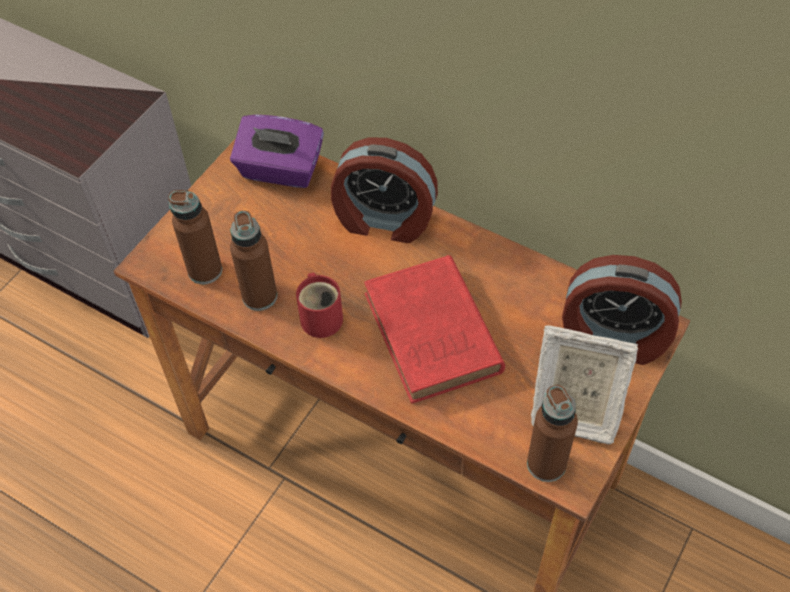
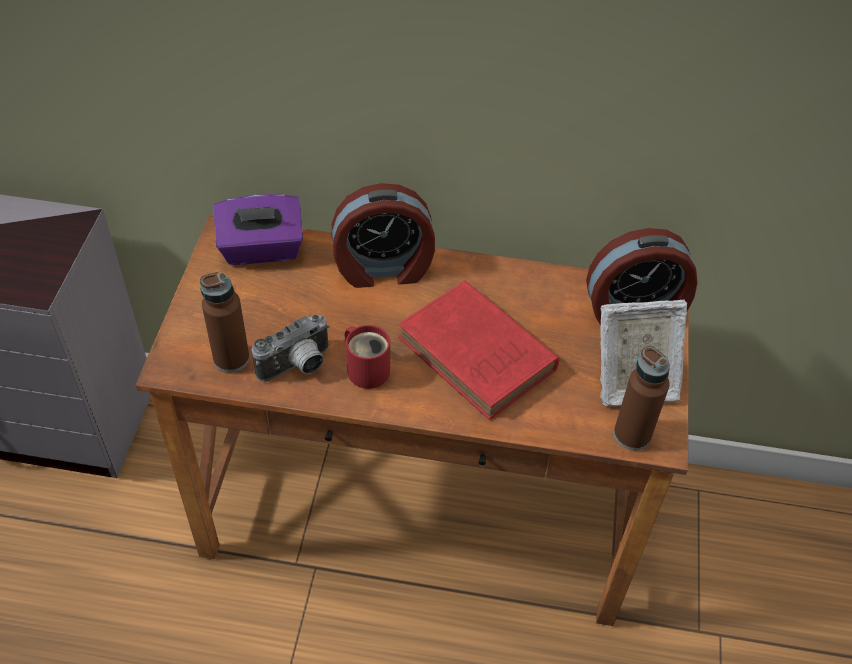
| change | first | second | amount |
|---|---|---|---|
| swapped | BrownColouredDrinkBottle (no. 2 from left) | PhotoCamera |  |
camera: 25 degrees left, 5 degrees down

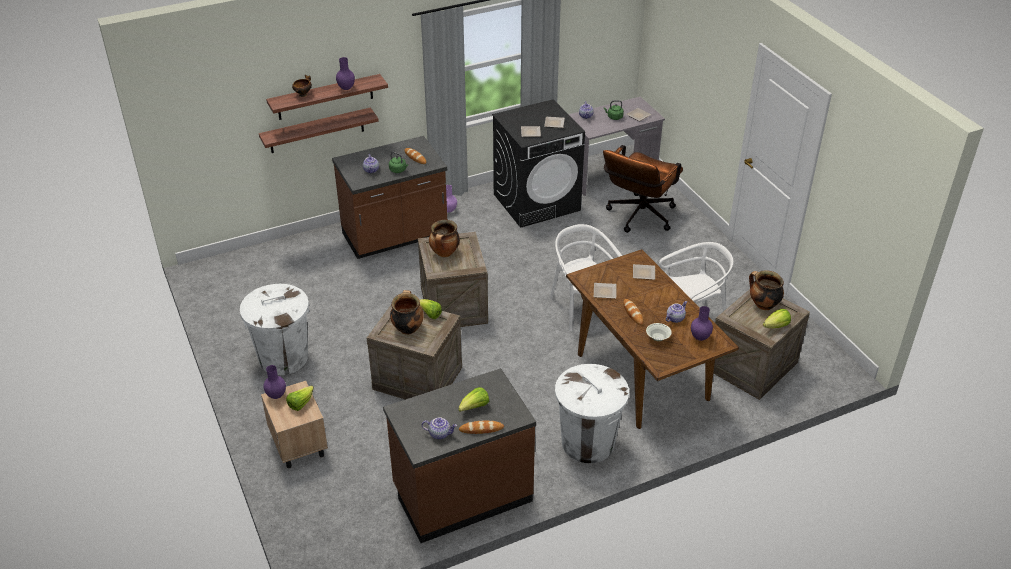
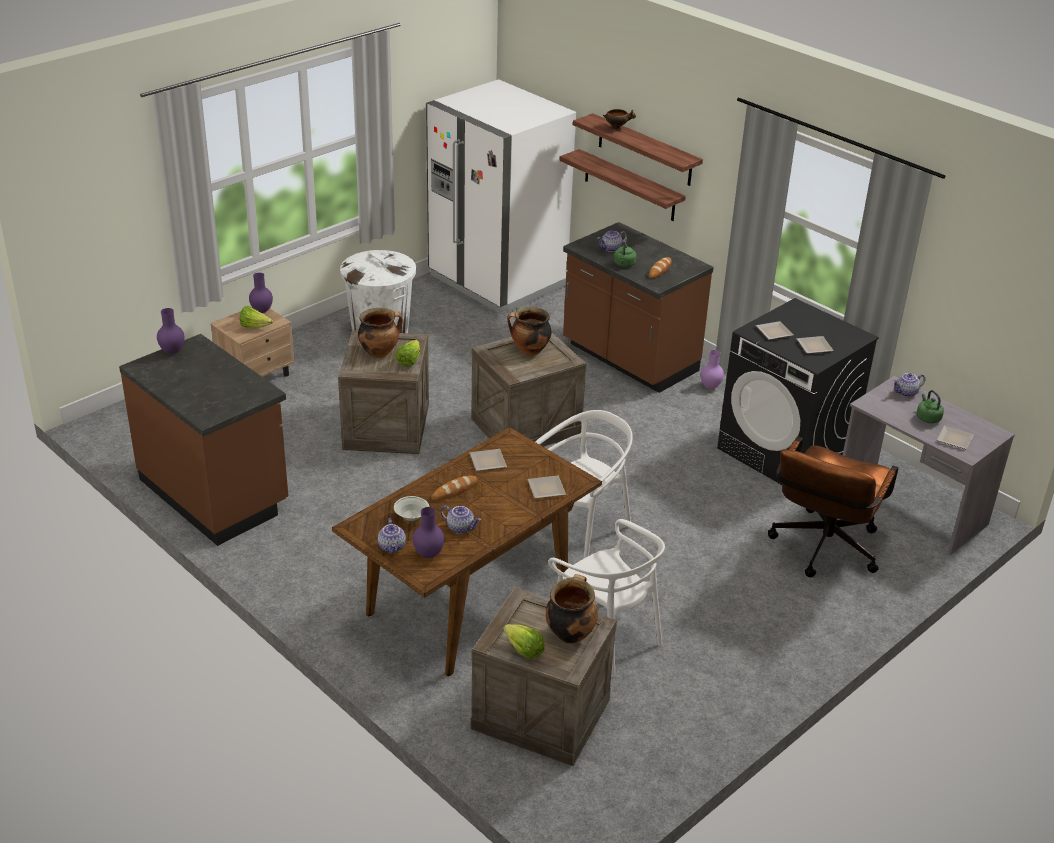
| change | first | second | amount |
|---|---|---|---|
| gone | LettuceHead (no. 3 from left) |  |  |
| gone | BakedBread (no. 2 from left) |  |  |
| gone | WhiteColouredWasteBin (no. 2 from left) |  |  |
| new |  | WhiteColouredFridge |  |
| shifted | PurpleColouredDecorativeVase (no. 2 from left in the first image) | PurpleColouredDecorativeVase (no. 1 from left) |  |
| shifted | TeaPot (no. 2 from left in the first image) | TeaPot (no. 1 from left) |  |
| rotated | BrownColouredDeskChair |  | 75 degrees counterclockwise |
camera: 70 degrees right, 5 degrees down

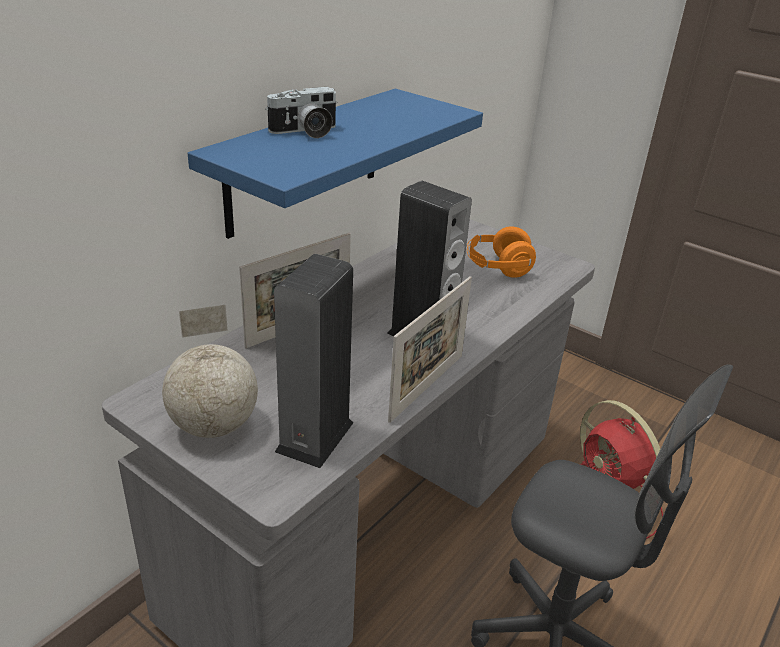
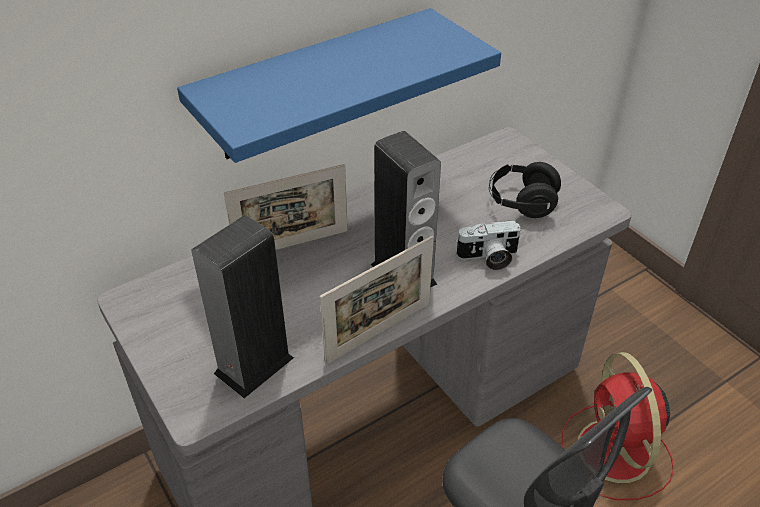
| change | first | second | amount |
|---|---|---|---|
| gone | DeskGlobe |  |  |
| shifted | PhotoCamera |  |  |
| repainted | OrangeHeadset | BlackHeadset |  |
camera: 20 degrees right, 10 degrees up

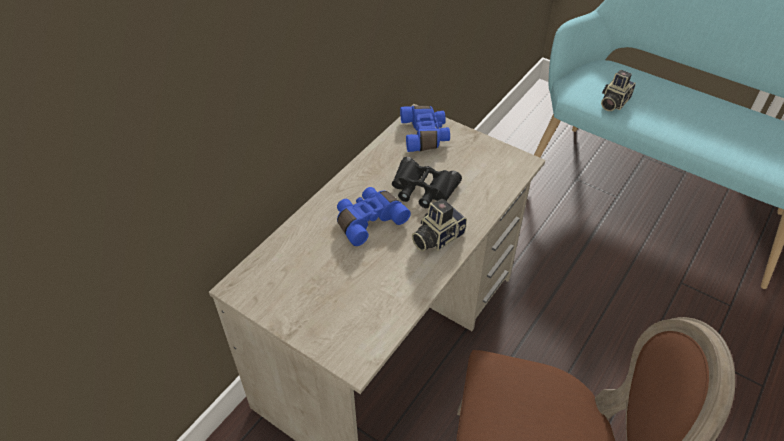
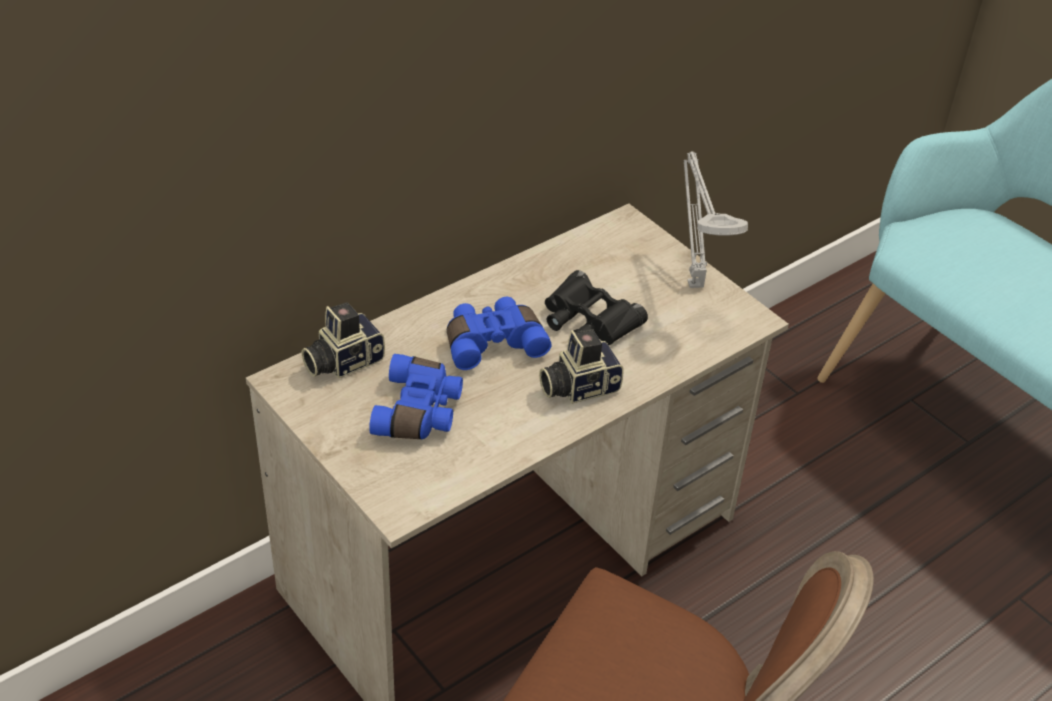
| change | first | second | amount |
|---|---|---|---|
| new |  | GreyLampForATable |  |
| shifted | BlueColouredBinoculars (no. 2 from left in the first image) | BlueColouredBinoculars (no. 1 from left) |  |
| shifted | PhotoCamera (no. 2 from left in the first image) | PhotoCamera (no. 1 from left) |  |
camera: 15 degrees right, 5 degrees down

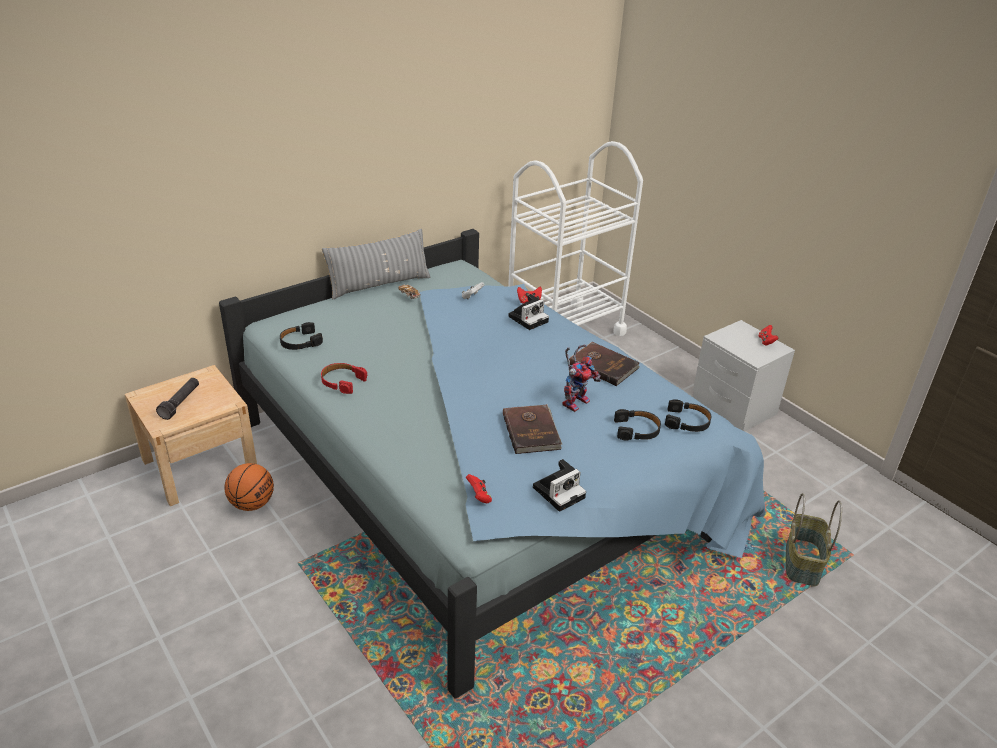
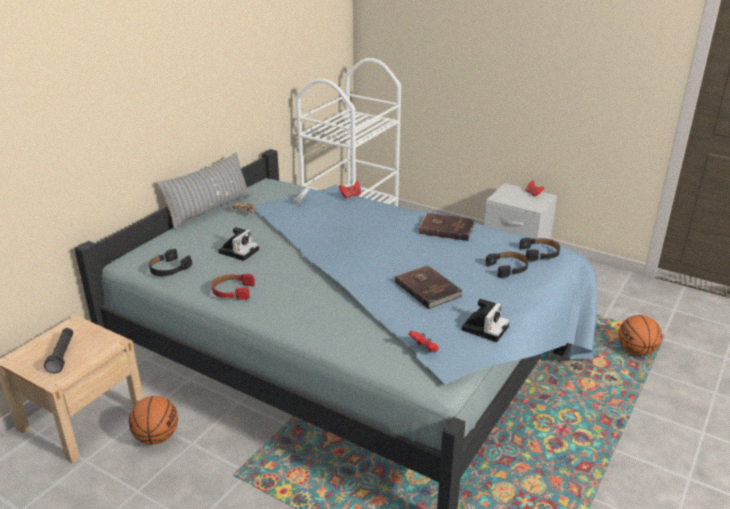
| change | first | second | amount |
|---|---|---|---|
| gone | ModelRobot |  |  |
| shifted | PhotoCamera (no. 1 from left) |  |  |
| swapped | Basket | BallForBasketball (no. 2 from left) |  |
camera: 20 degrees left, 5 degrees down

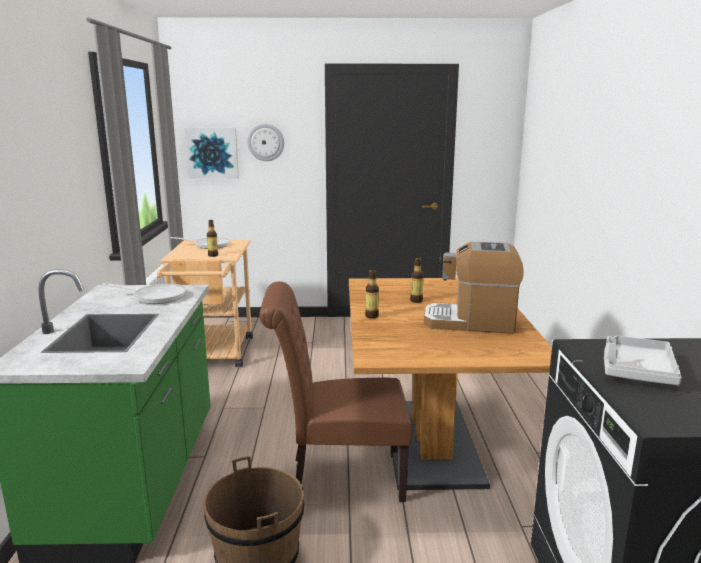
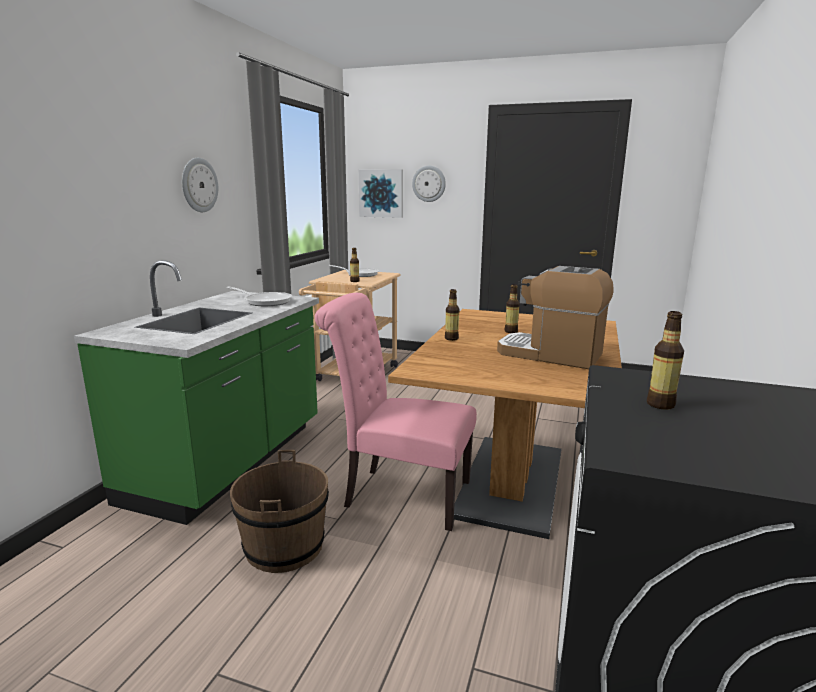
| change | first | second | amount |
|---|---|---|---|
| new |  | ClockOnTheWall (no. 1 from left) |  |
| swapped | GreyCarryingTray | DrinkBottle (no. 4 from left) |  |
| repainted | BrownColouredPlainChair | PinkishPlainChair |  |
camera: 20 degrees right, 0 degrees up

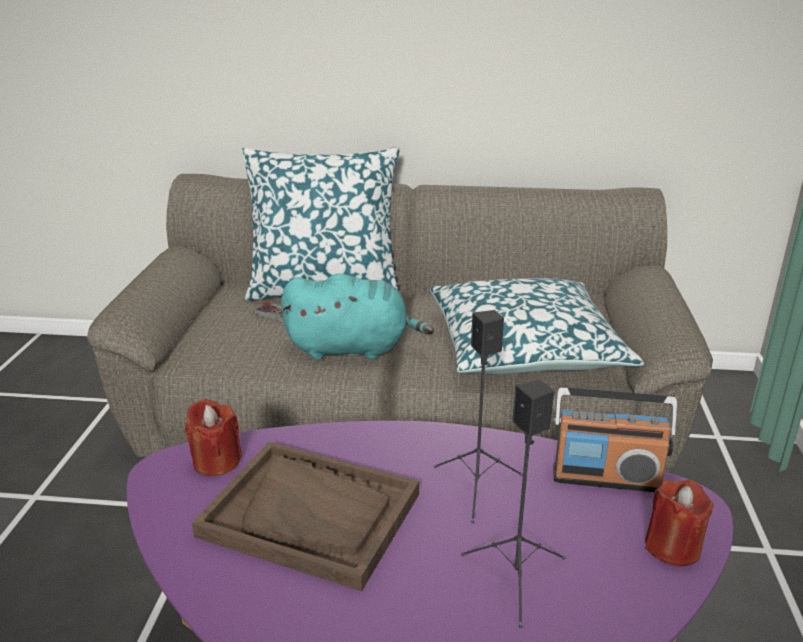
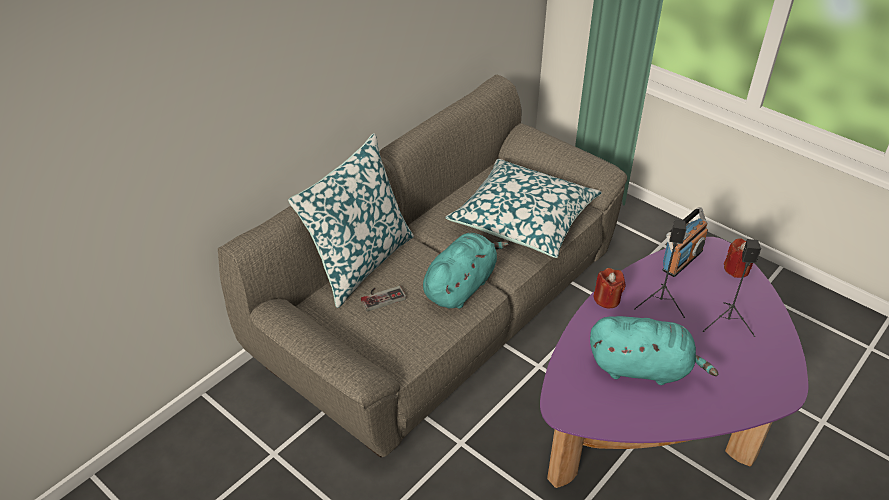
| change | first | second | amount |
|---|---|---|---|
| shifted | ReddishWaxCandle (no. 1 from left) |  |  |
| swapped | BrownColouredCarryingTray | TurquoiseColouredSoftToy (no. 2 from left) |  |
camera: 55 degrees left, 15 degrees up

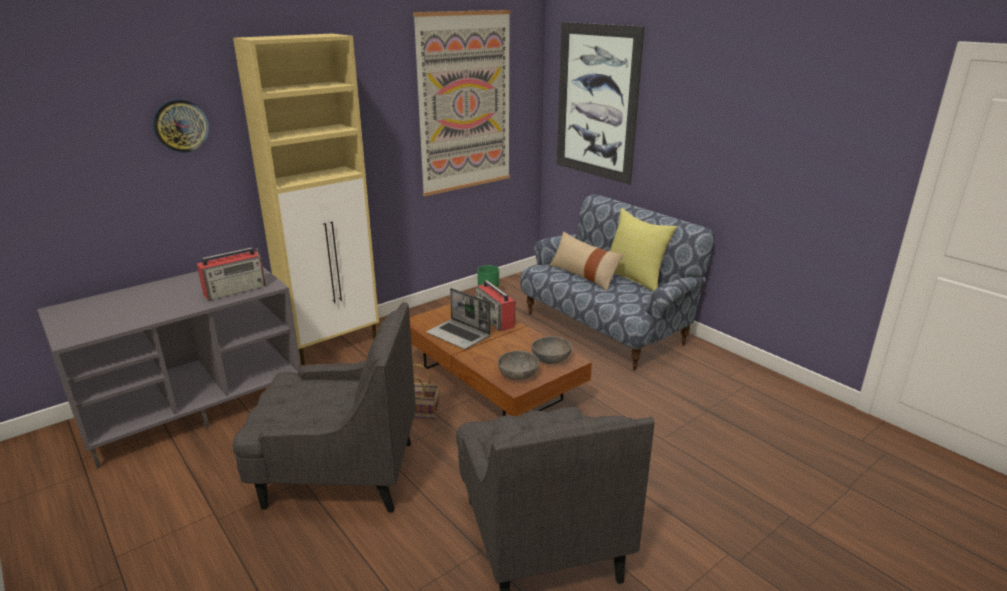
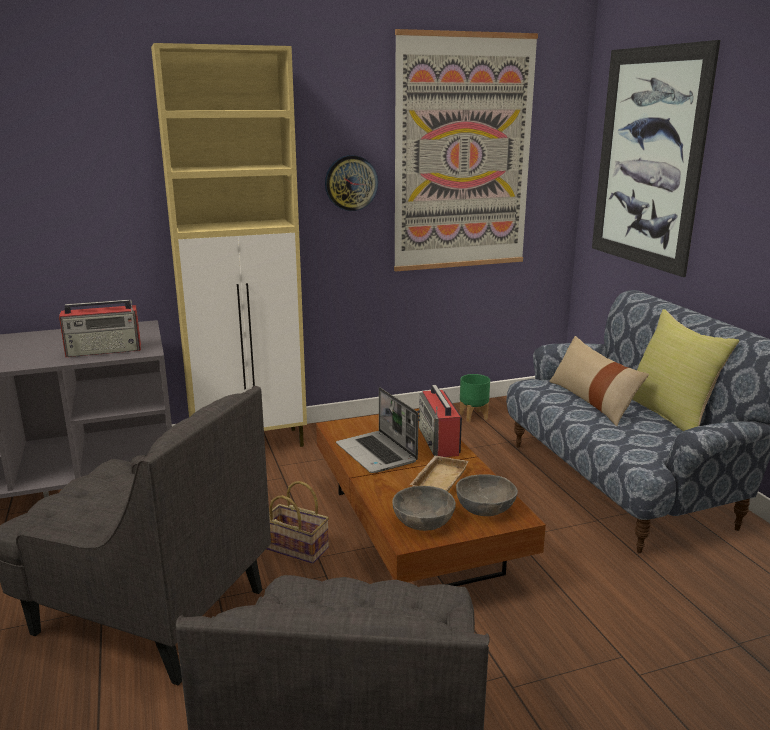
| change | first | second | amount |
|---|---|---|---|
| new |  | BeigeColouredCarryingTray |  |
| shifted | ClockOnTheWall |  |  |
camera: 20 degrees right, 5 degrees down

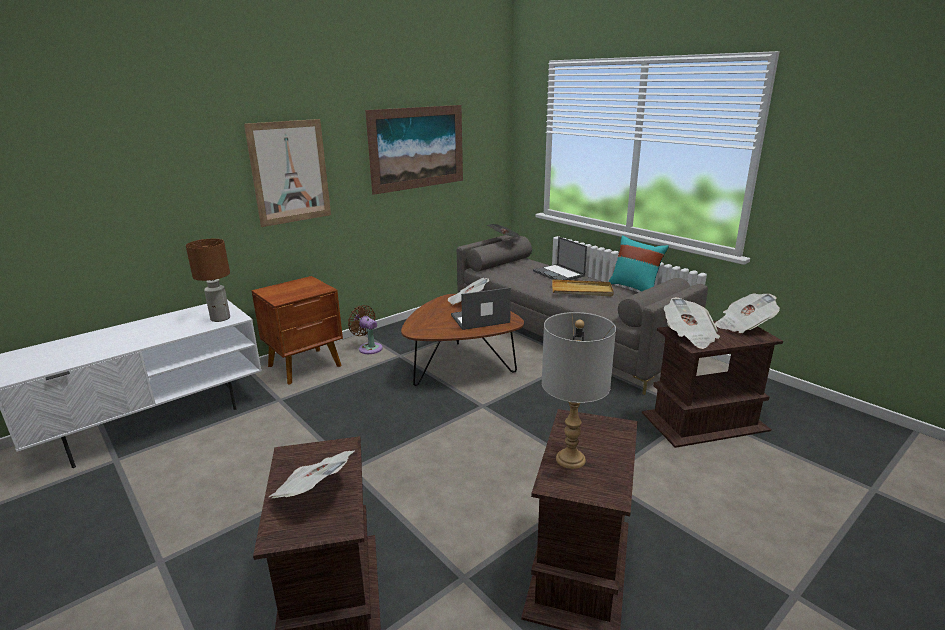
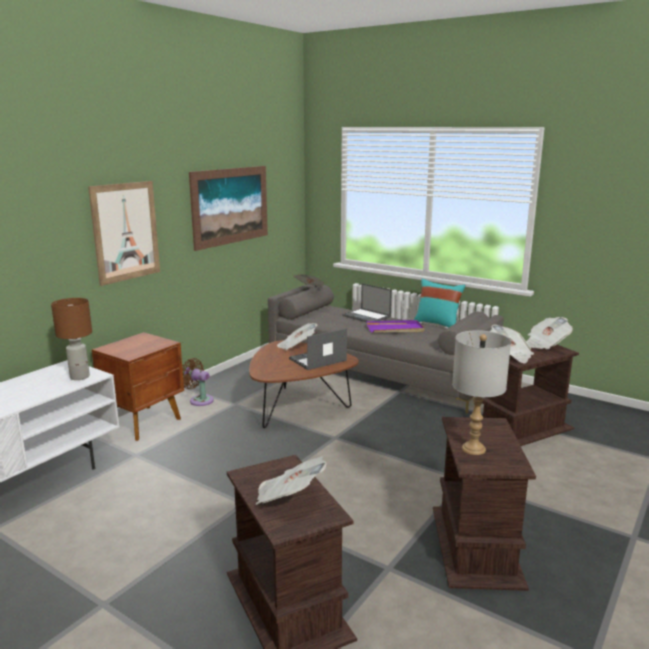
| change | first | second | amount |
|---|---|---|---|
| repainted | BeigeColouredCarryingTray | PurpleColouredCarryingTray |  |
camera: 15 degrees left, 5 degrees down

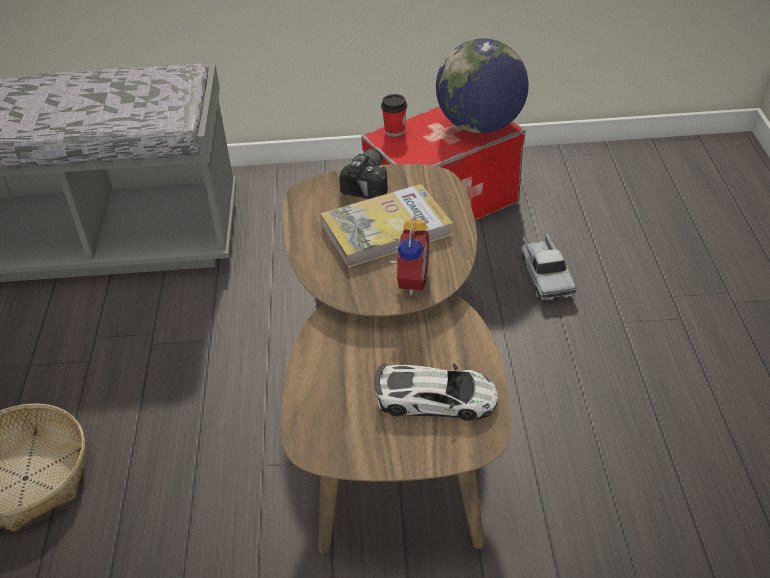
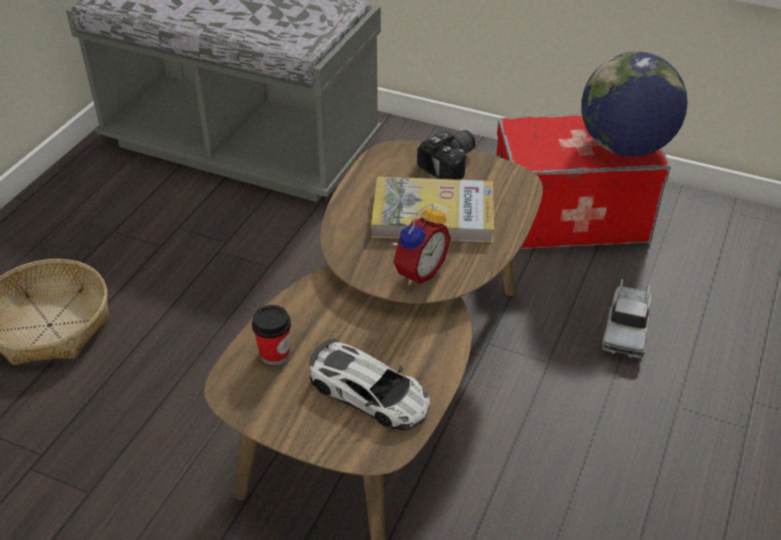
| change | first | second | amount |
|---|---|---|---|
| shifted | DrinkingCup |  |  |
camera: 25 degrees right, 0 degrees up

